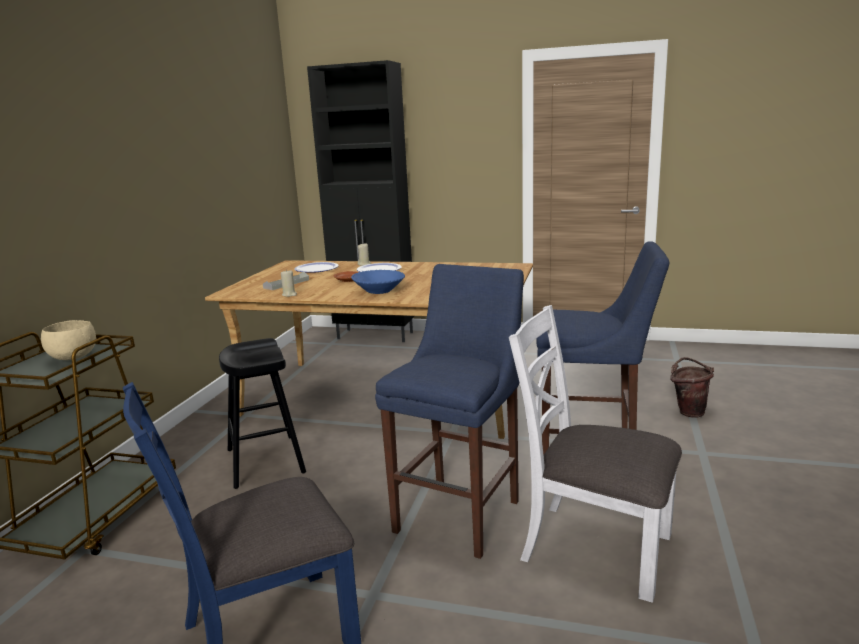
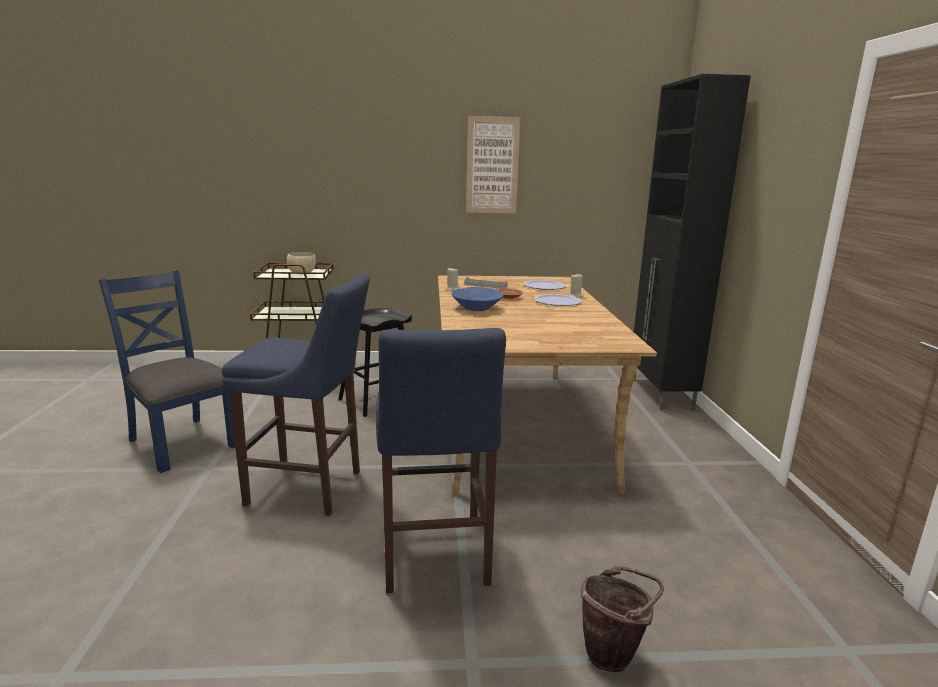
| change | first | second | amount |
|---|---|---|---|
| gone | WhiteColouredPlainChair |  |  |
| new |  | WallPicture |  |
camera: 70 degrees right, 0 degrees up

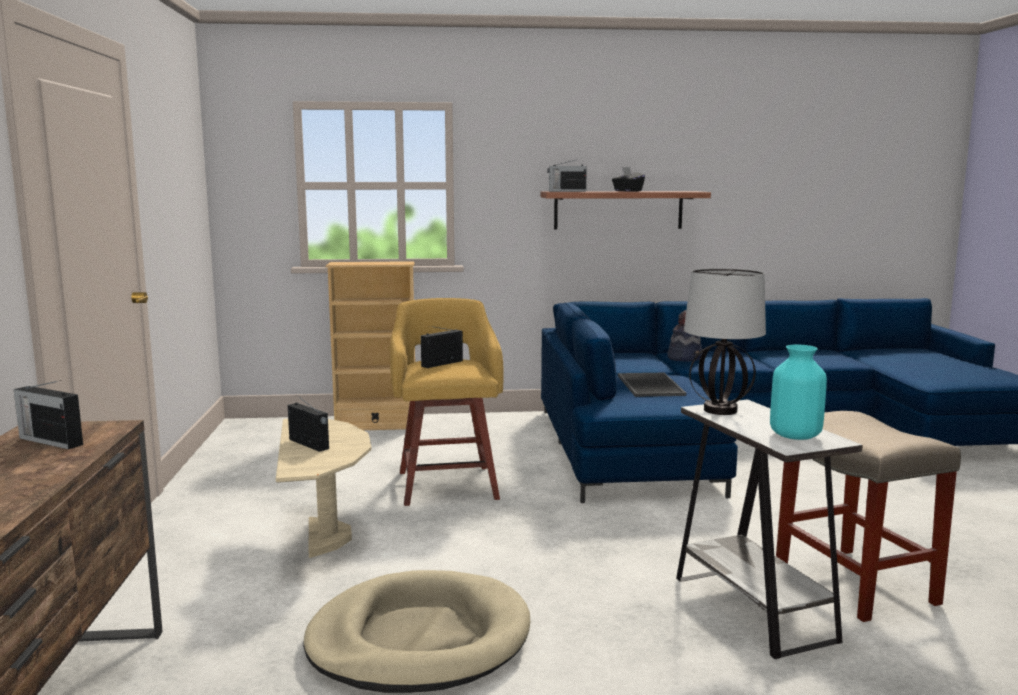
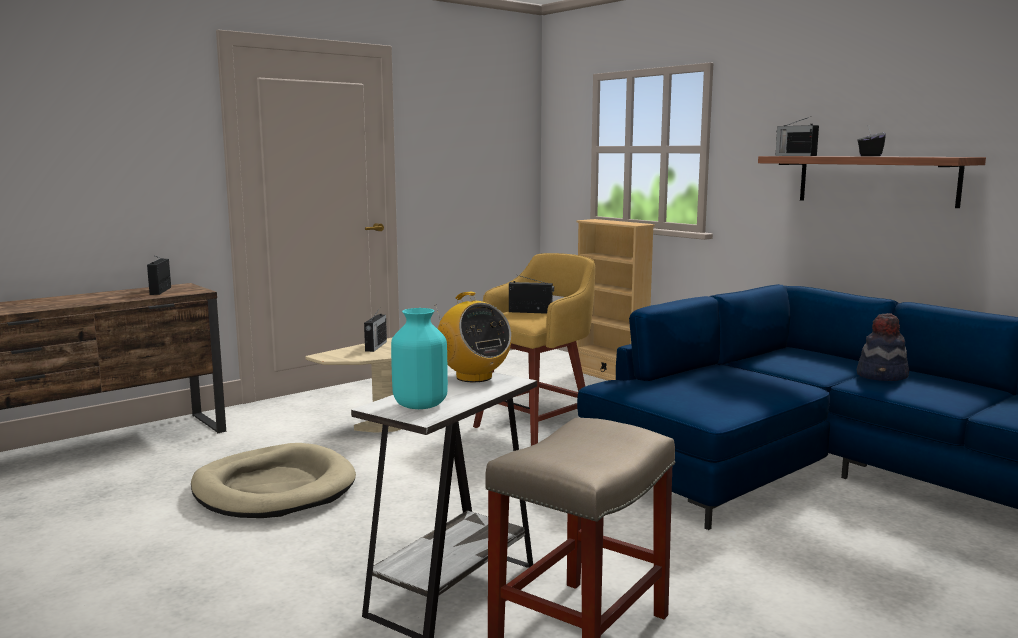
| change | first | second | amount |
|---|---|---|---|
| gone | CarryingTray |  |  |
| swapped | LampForATable | RadioReceiver (no. 3 from left) |  |
camera: 55 degrees right, 0 degrees up

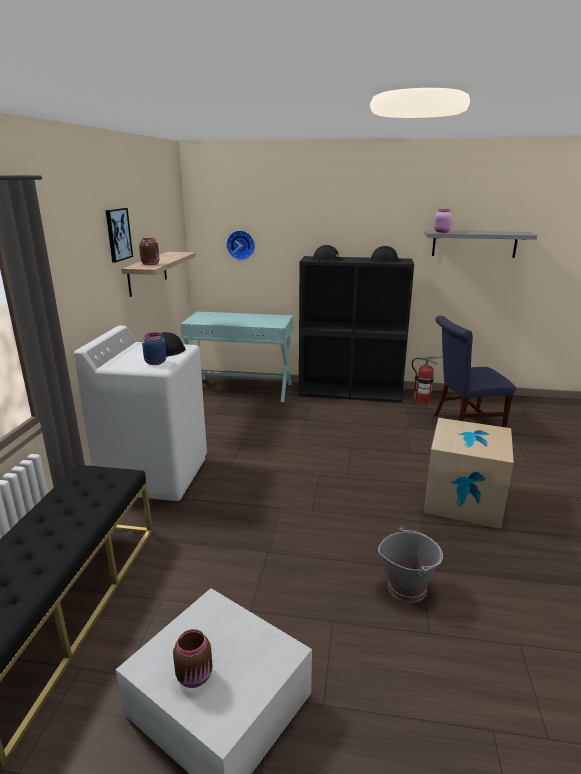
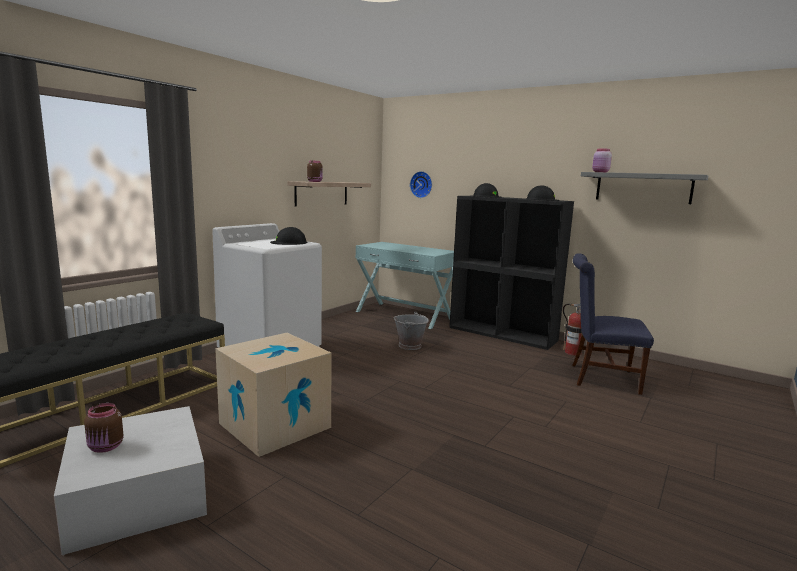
| change | first | second | amount |
|---|---|---|---|
| gone | WallPicture |  |  |
| gone | BlueColouredPreserveJar |  |  |
| shifted | GreyBucket |  |  |
| shifted | CardboardBox |  |  |
camera: 25 degrees right, 10 degrees down

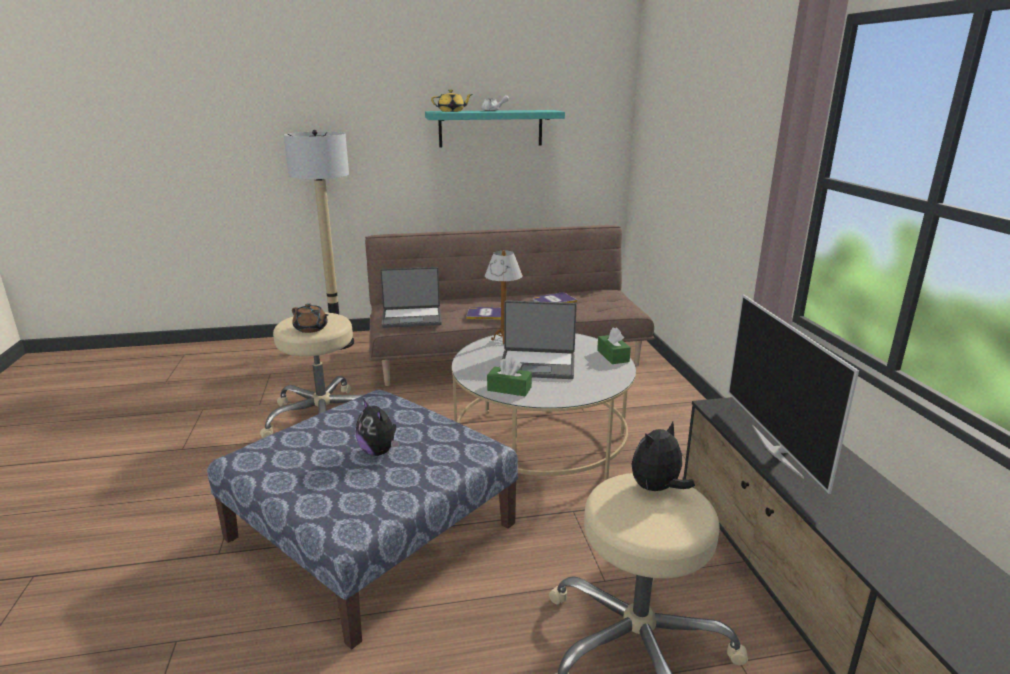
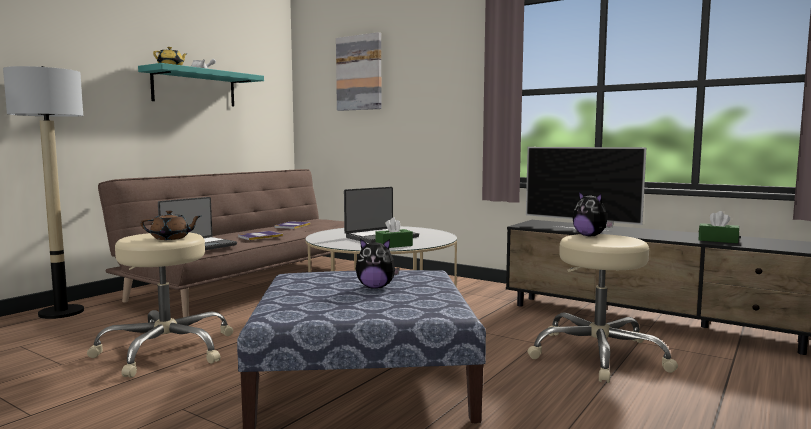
| change | first | second | amount |
|---|---|---|---|
| gone | LampForATable |  |  |
| new |  | WallPicture |  |
| shifted | GreenishTissueHolder (no. 2 from left) |  |  |
| rotated | SoftToy (no. 2 from left) |  | 45 degrees counterclockwise |
camera: 45 degrees left, 15 degrees down

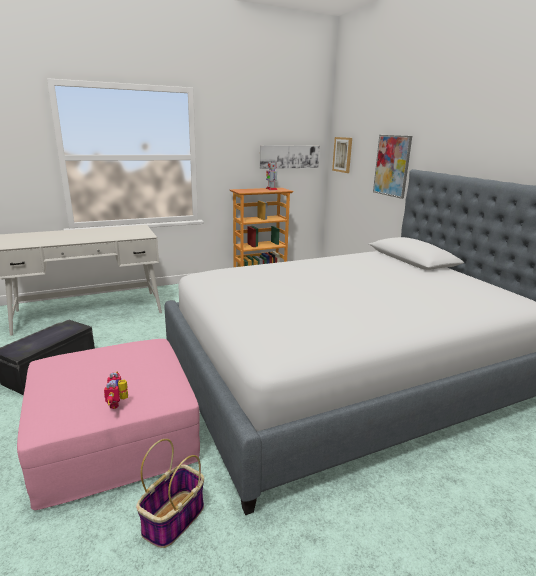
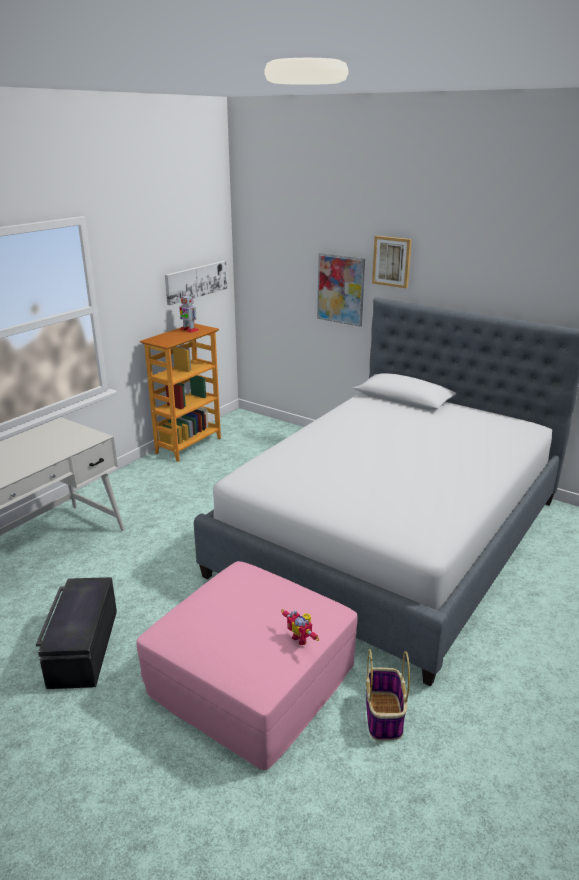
| change | first | second | amount |
|---|---|---|---|
| shifted | WallPicture (no. 2 from left in the first image) | WallPicture (no. 3 from left) |  |
camera: 30 degrees left, 5 degrees up

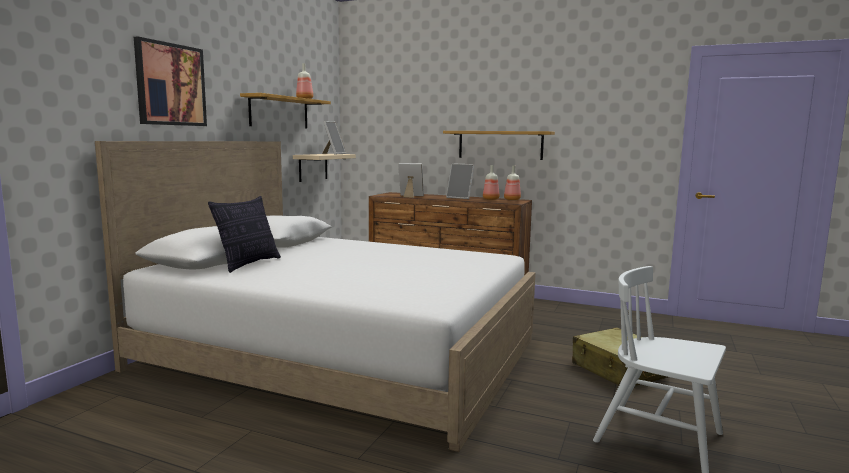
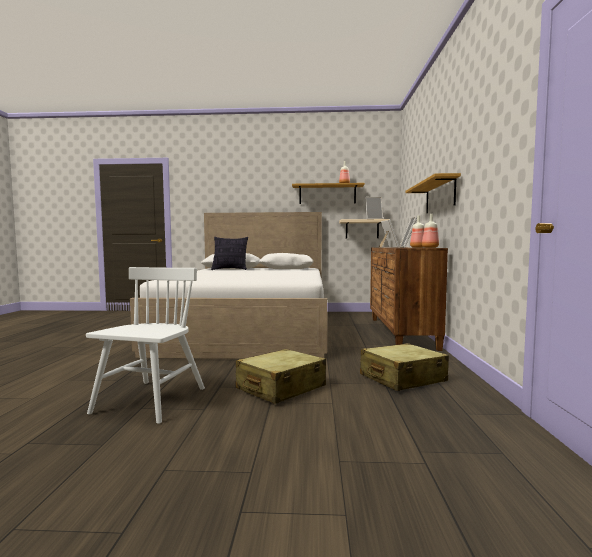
| change | first | second | amount |
|---|---|---|---|
| gone | WallPicture |  |  |
| new |  | BeigeColouredTravelCase (no. 2 from left) |  |
camera: 70 degrees right, 5 degrees down

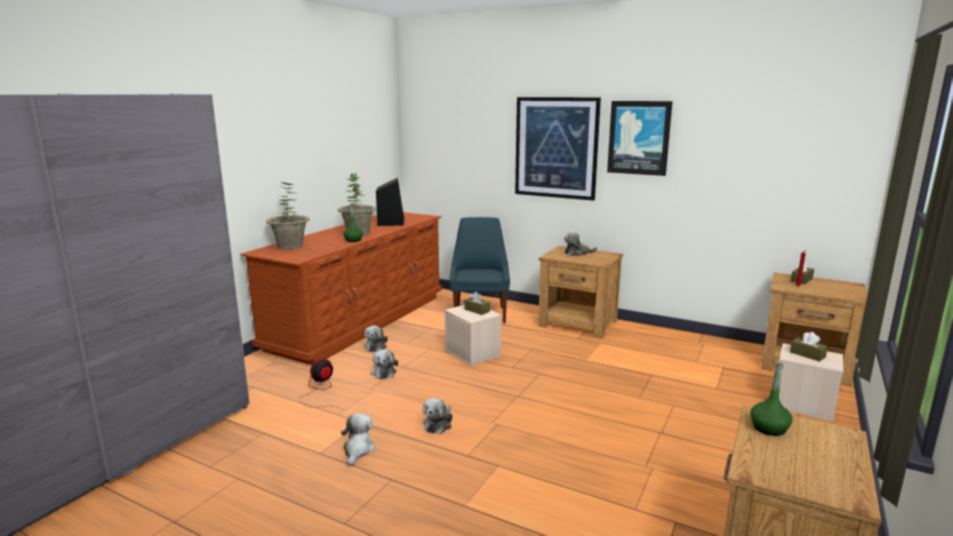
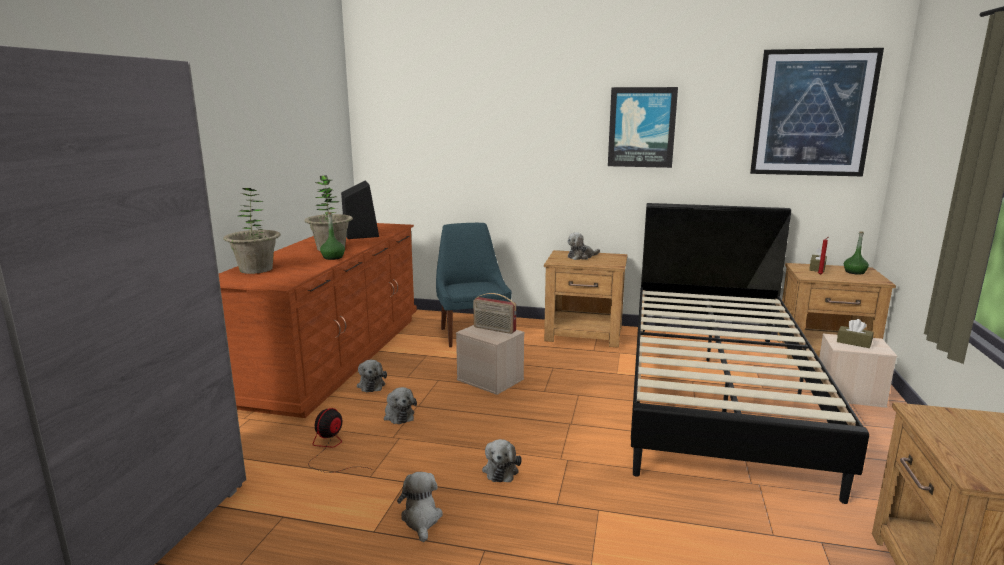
| change | first | second | amount |
|---|---|---|---|
| new |  | BlackBed |  |
| shifted | WallPicture (no. 1 from left in the first image) | WallPicture (no. 2 from left) |  |
| shifted | GreenishDrinkBottle (no. 2 from left) |  |  |
| swapped | BrownColouredTissueHolder (no. 1 from left) | RadioReceiver |  |
camera: 15 degrees left, 0 degrees up

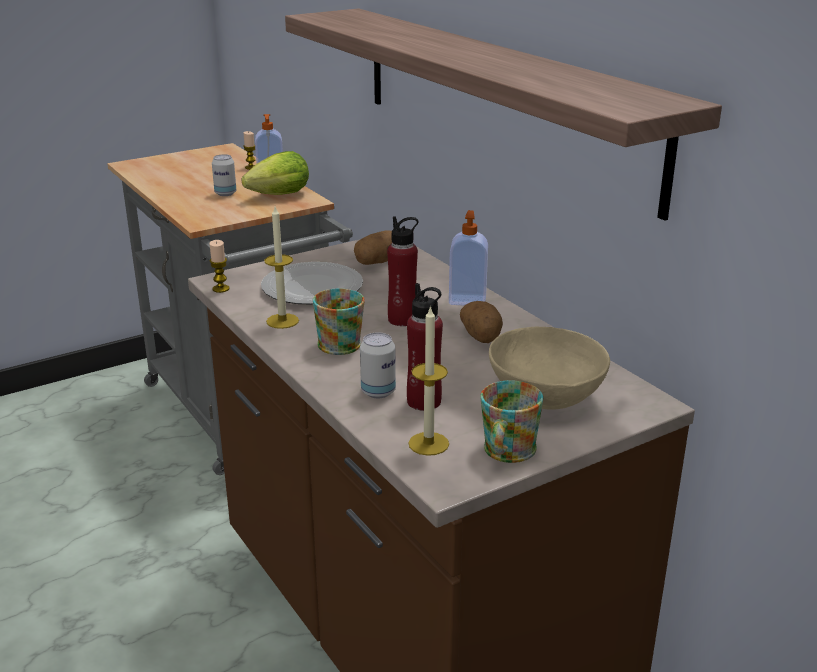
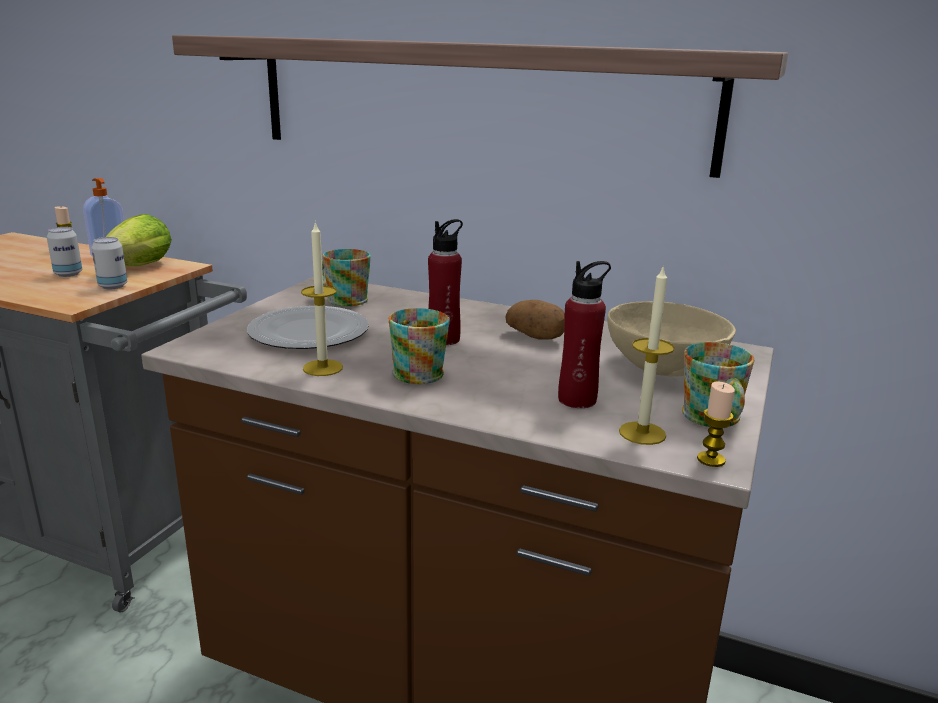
| change | first | second | amount |
|---|---|---|---|
| gone | LiquidSoapBottle (no. 2 from left) |  |  |
| shifted | WaxCandle (no. 1 from left in the first image) | WaxCandle (no. 4 from left) |  |
| shifted | SealedCan (no. 2 from left) |  |  |
| swapped | WholePotato (no. 1 from left) | TeaMug (no. 1 from left) |  |
camera: 35 degrees left, 5 degrees down

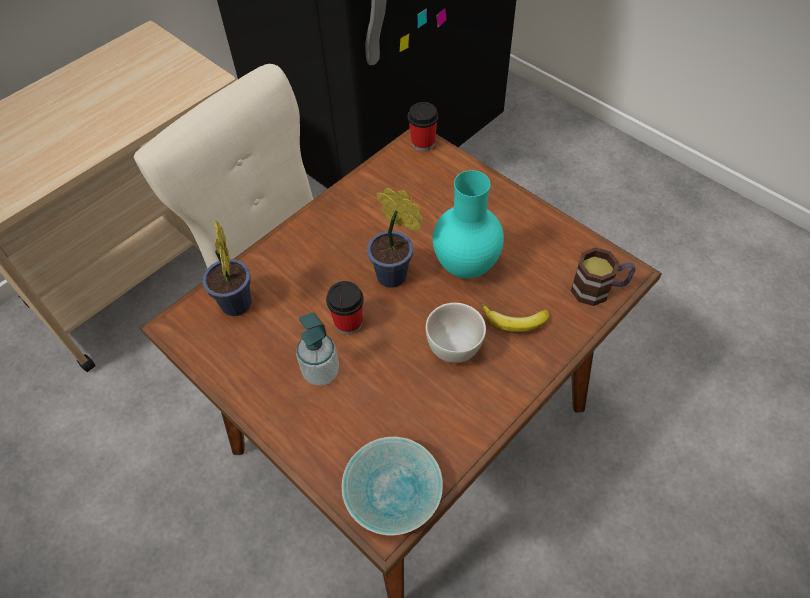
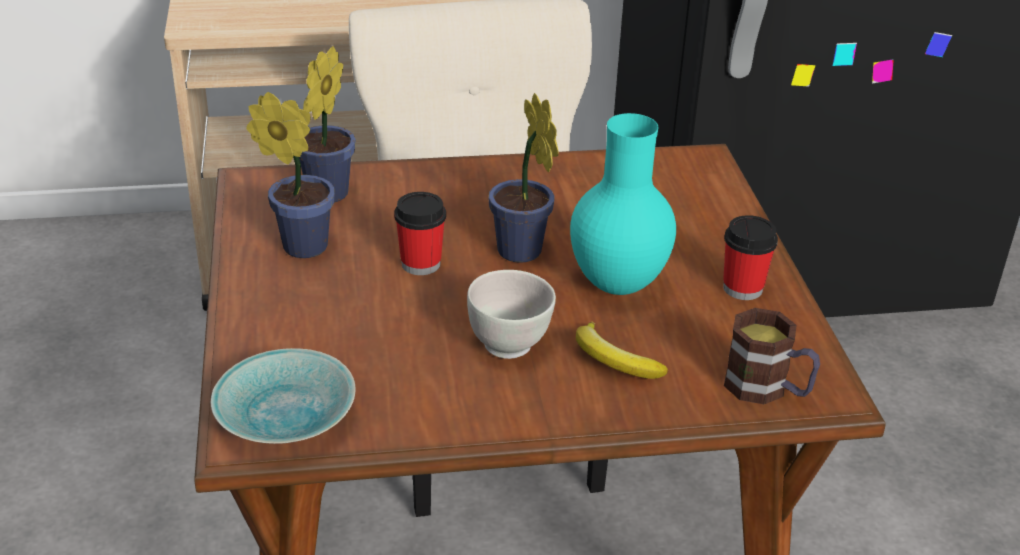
| change | first | second | amount |
|---|---|---|---|
| gone | LiquidSoapBottle |  |  |
| new |  | Houseplant (no. 1 from left) |  |
| shifted | DrinkingCup (no. 2 from left) |  |  |
camera: 35 degrees right, 20 degrees down

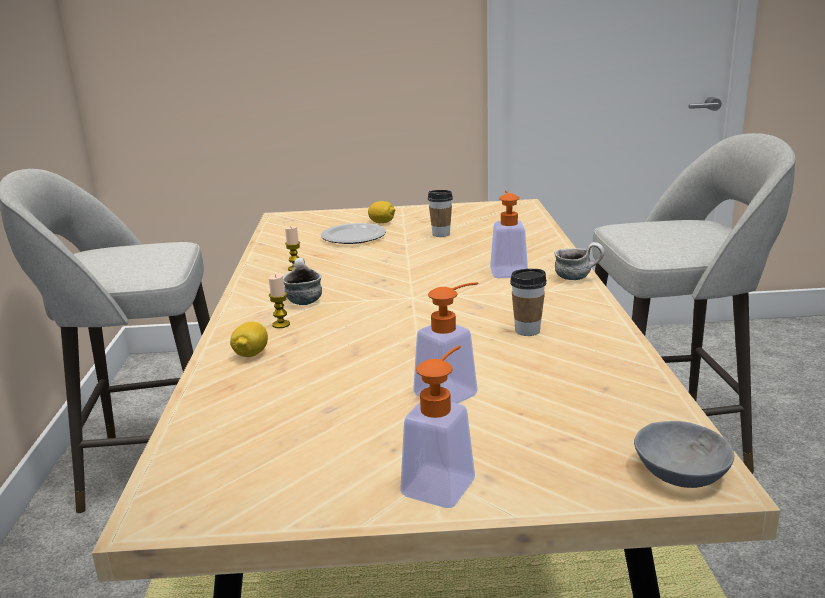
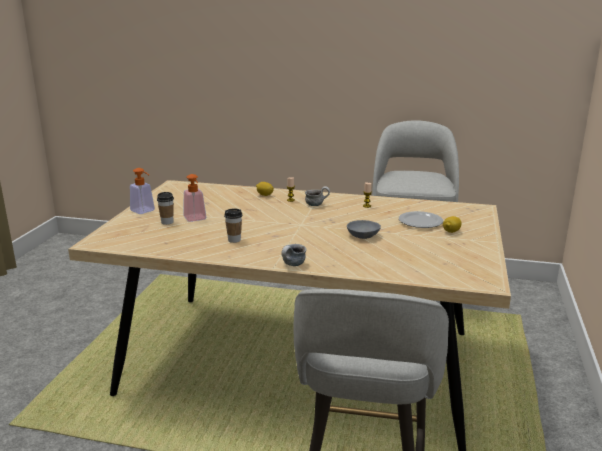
| change | first | second | amount |
|---|---|---|---|
| gone | LiquidSoapBottle (no. 3 from left) |  |  |
| shifted | DrinkingCup (no. 1 from left) |  |  |
| shifted | GreyBowl |  |  |
camera: 105 degrees right, 0 degrees up

